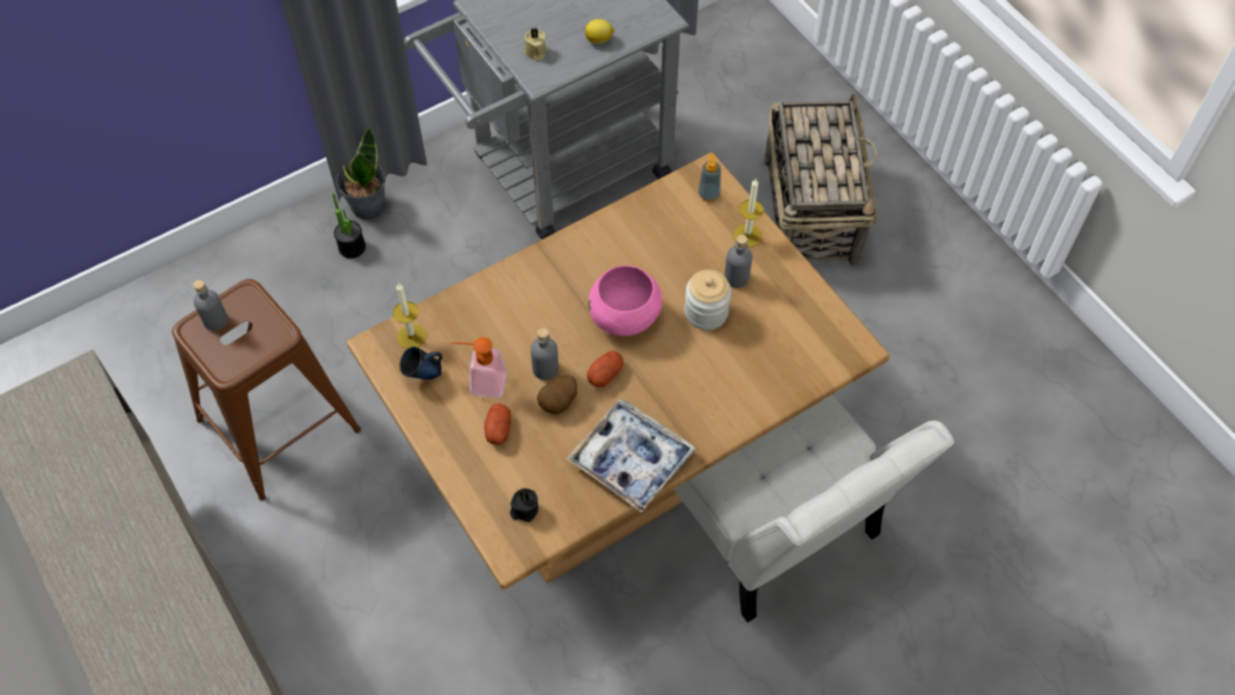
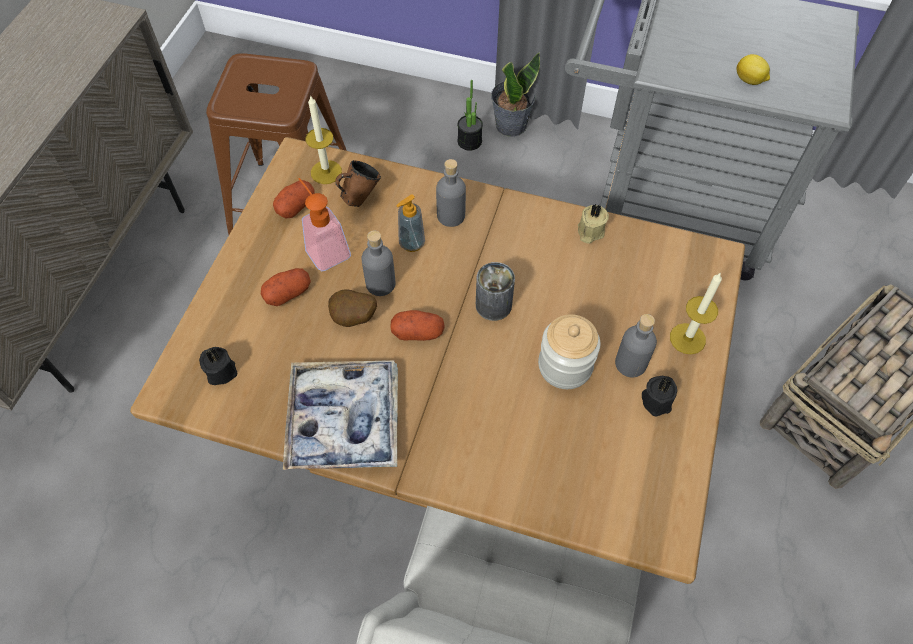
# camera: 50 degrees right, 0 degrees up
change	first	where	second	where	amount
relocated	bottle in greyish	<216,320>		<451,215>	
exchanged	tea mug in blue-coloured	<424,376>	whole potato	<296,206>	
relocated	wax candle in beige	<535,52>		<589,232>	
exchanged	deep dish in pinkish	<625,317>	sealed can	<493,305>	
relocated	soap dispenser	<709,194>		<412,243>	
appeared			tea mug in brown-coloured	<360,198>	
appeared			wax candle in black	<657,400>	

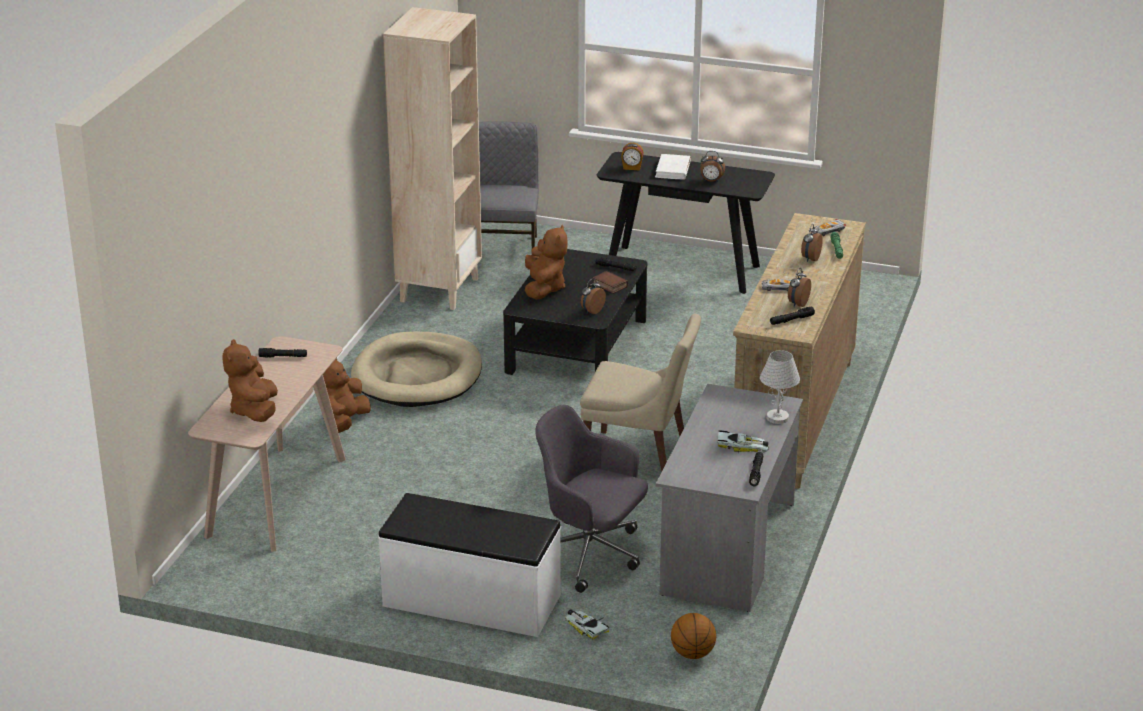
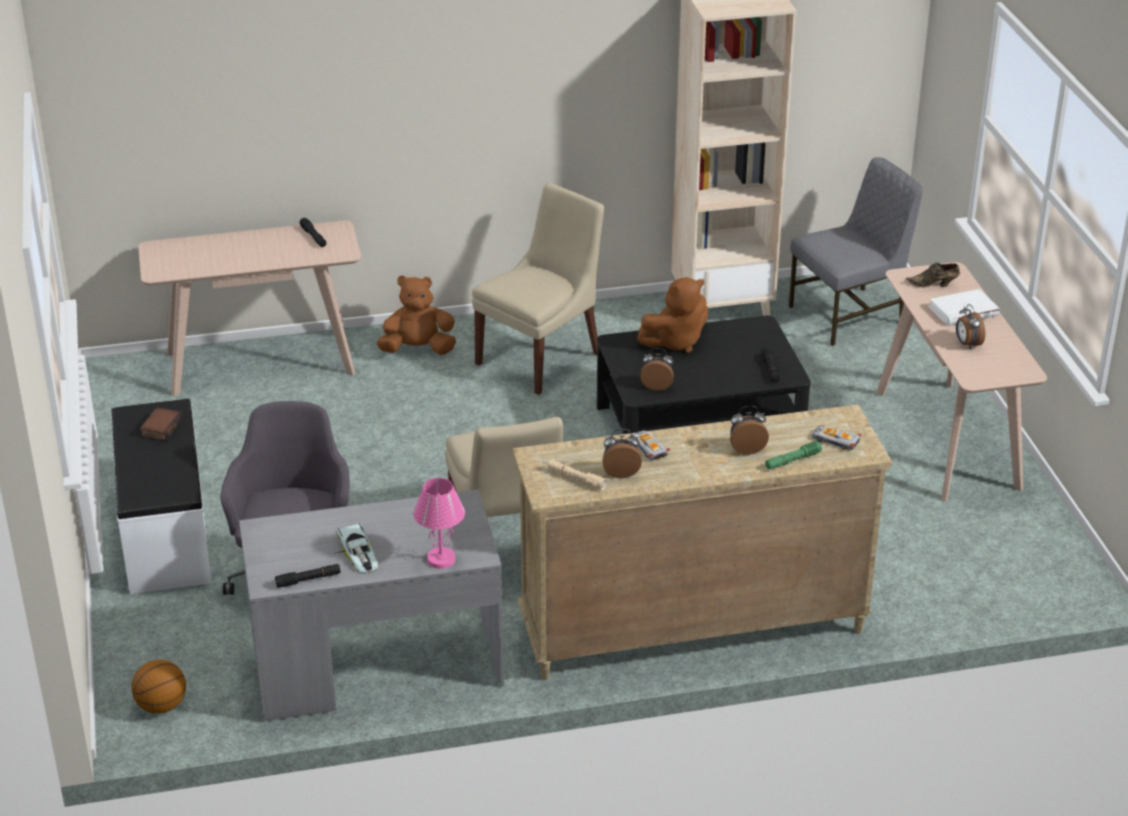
# camera: 60 degrees right, 5 degrees up
change	first	where	second	where	amount
missing	plush toy in brown-coloured	<254,411>			
exchanged	dog bed in beige	<417,375>	plain chair in beige	<541,357>	
missing	toy car	<586,626>			
relocated	volume	<609,285>		<161,427>	
colour	narrow table in black	<683,269>	narrow table in beige	<948,439>	
exchanged	bedside clock	<632,167>	shoe in brown-coloured	<933,285>	
colour	lamp for a table in white-coloured	<778,418>	lamp for a table in pinkish	<441,560>	
colour	torch in black	<791,320>	torch in beige	<576,479>	

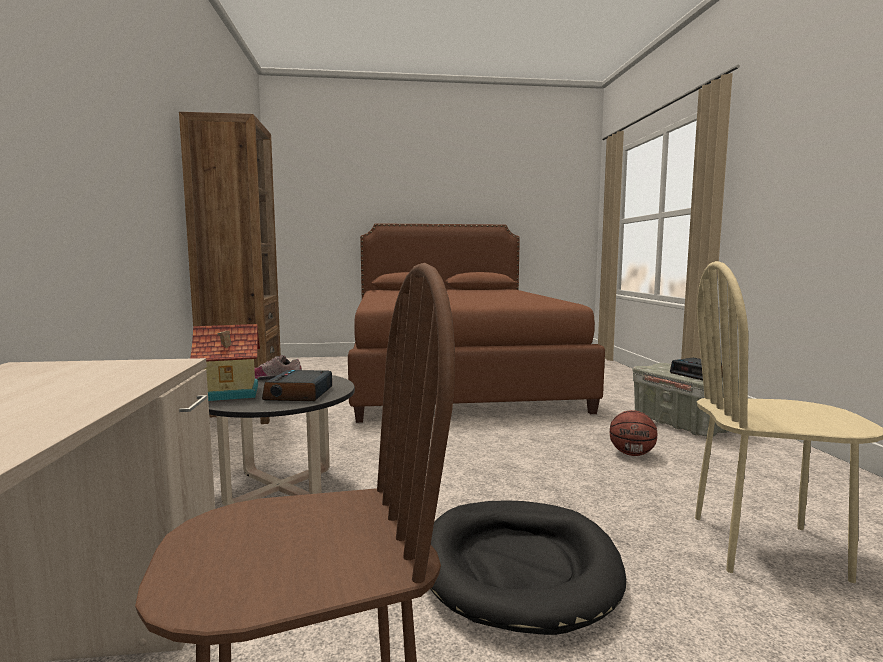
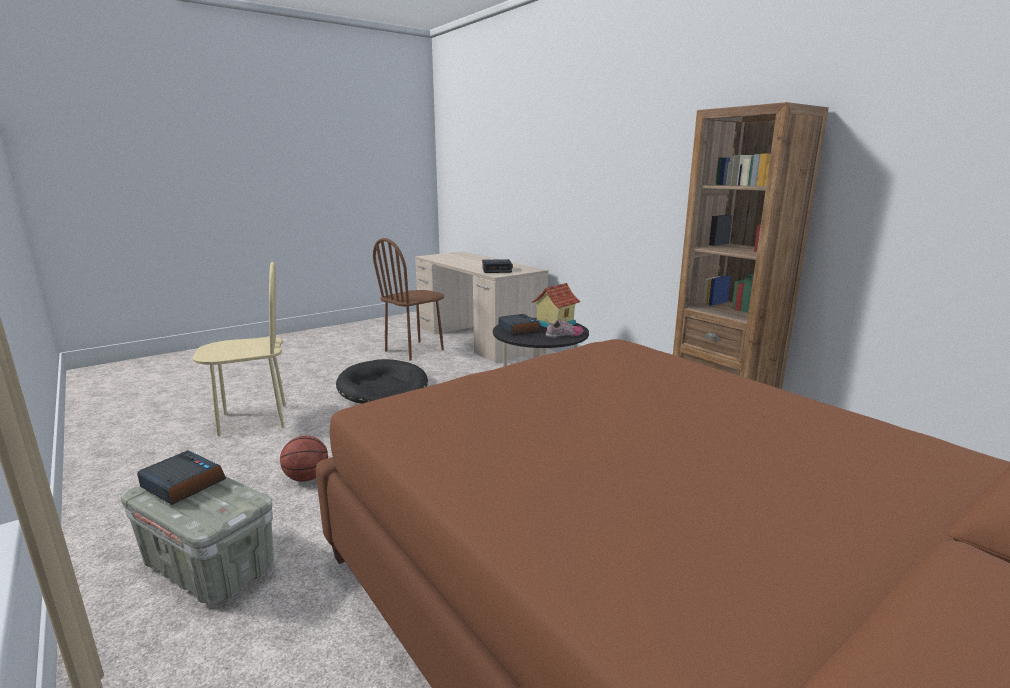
# camera: 150 degrees right, 10 degrees up
change	first	where	second	where	amount
appeared			bedside clock	<497,270>	

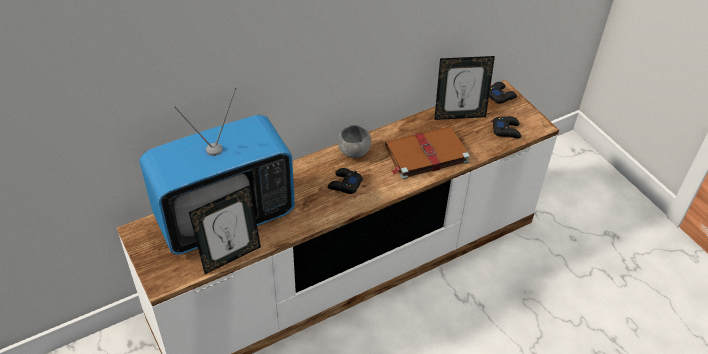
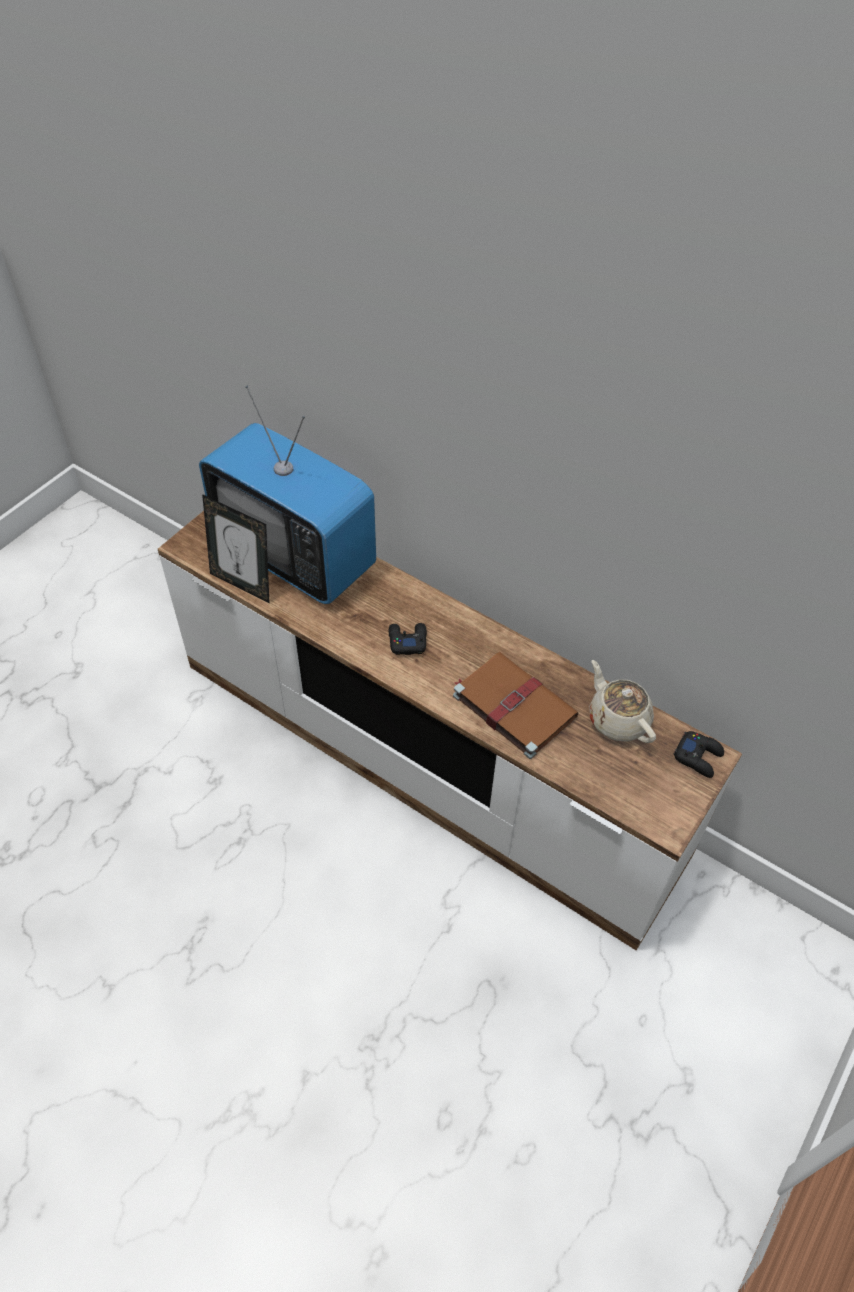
# camera: 65 degrees right, 5 degrees up
change	first	where	second	where	amount
missing	deep dish in greyish	<354,151>			
exchanged	picture frame	<459,115>	tea pot in beige	<617,719>	
missing	game controller in black	<506,130>			

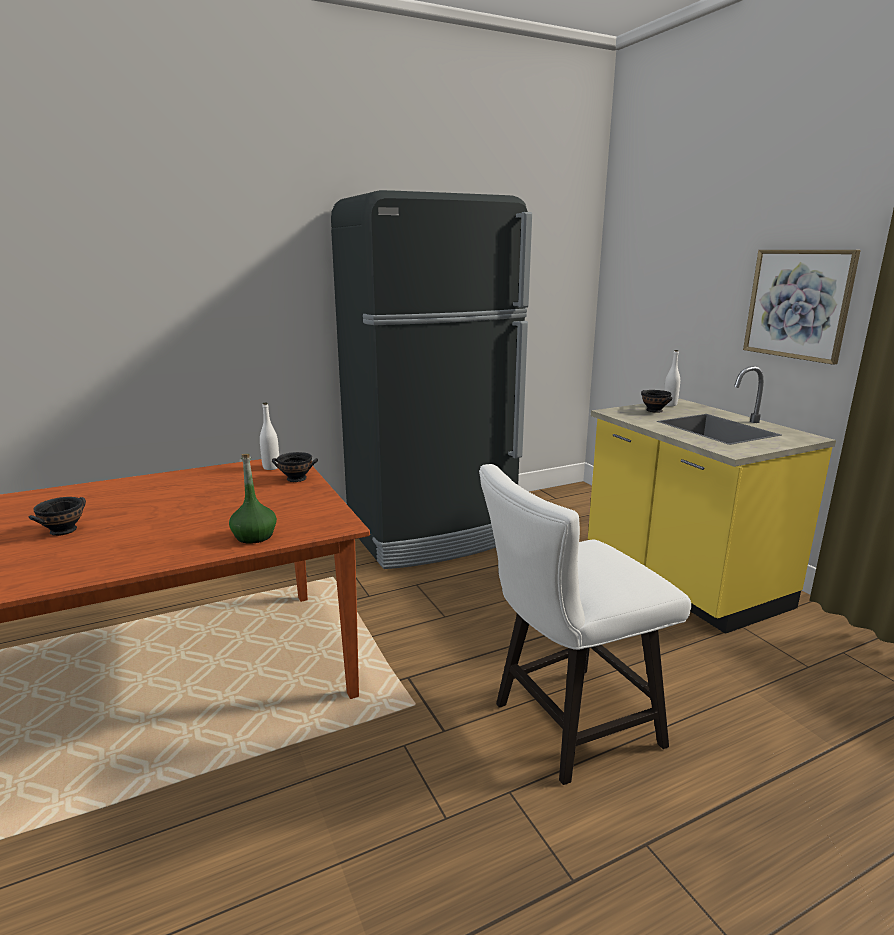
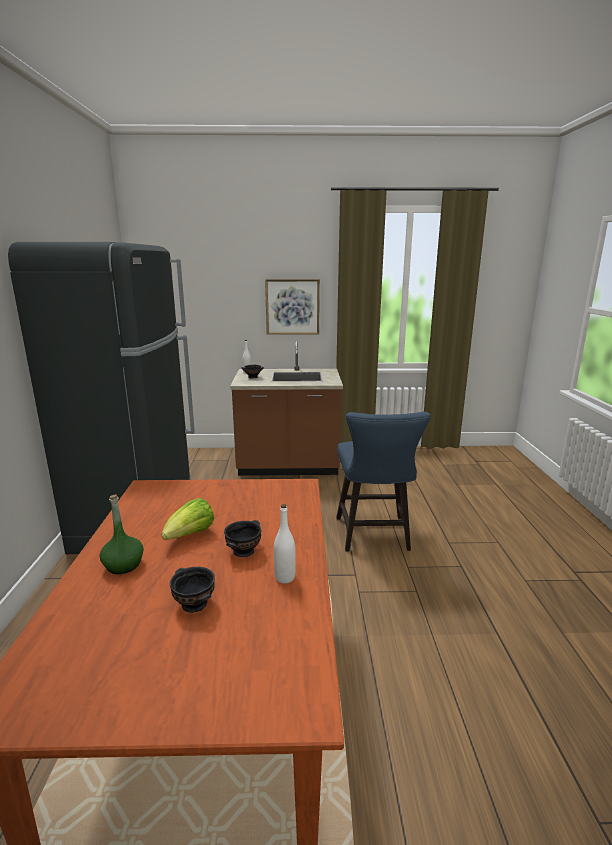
# camera: 65 degrees left, 0 degrees up
change	first	where	second	where	amount
relocated	bottle in green-coloured	<254,536>		<123,565>	
relocated	bottle in white-coloured	<271,467>		<285,577>	
relocated	deep dish in black	<297,479>		<244,551>	
colour	plain chair in white-coloured	<566,726>	plain chair in blue-coloured	<374,537>	
colour	kitchen counter in yellow	<681,580>	kitchen counter in brown-coloured	<288,466>	
appeared			lettuce	<190,535>	

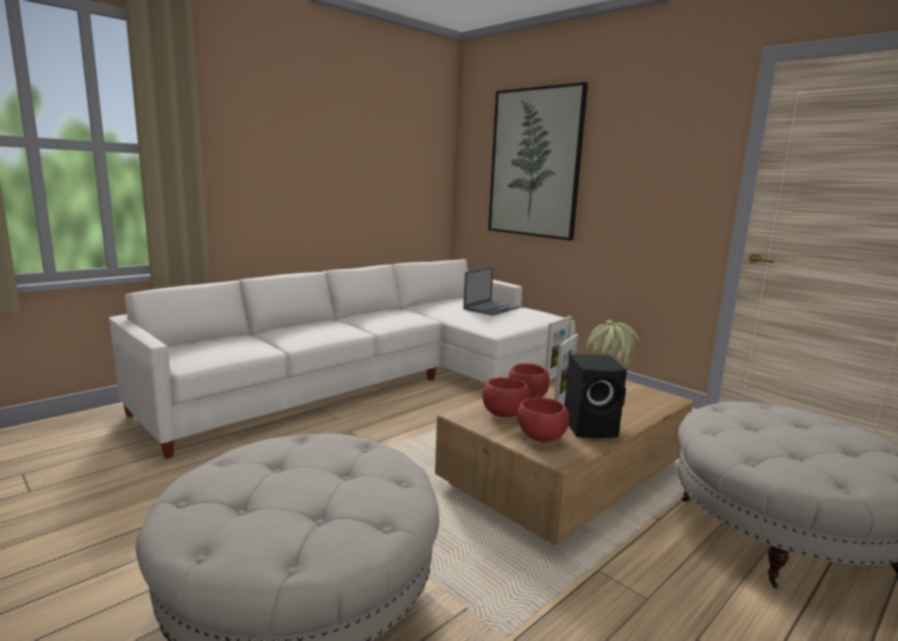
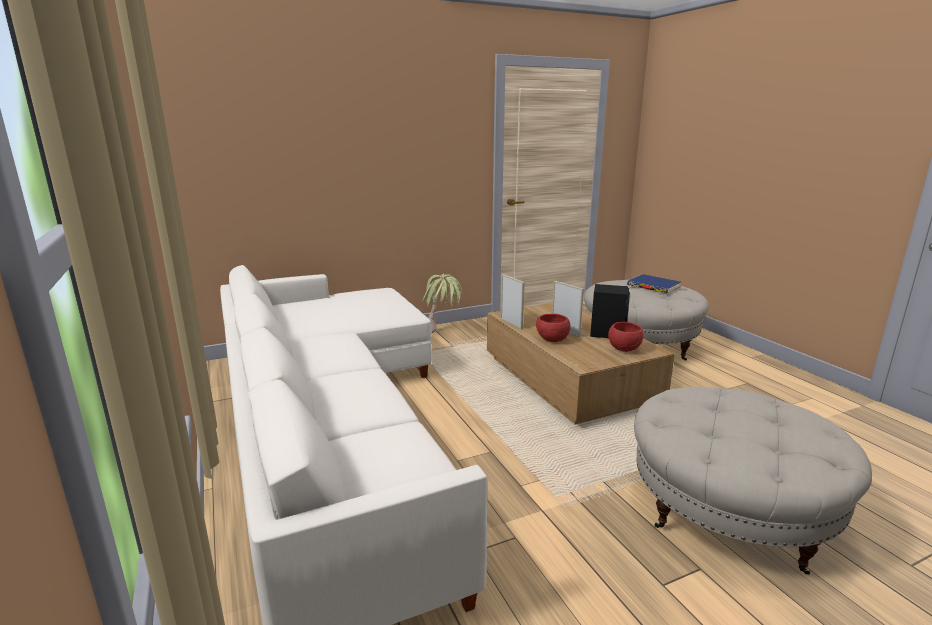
# camera: 70 degrees left, 5 degrees up
change	first	where	second	where	amount
missing	laptop	<491,308>			
missing	deep dish in reddish	<503,414>			
missing	wall picture	<534,163>			
appeared			volume in blue-coloured	<653,286>	

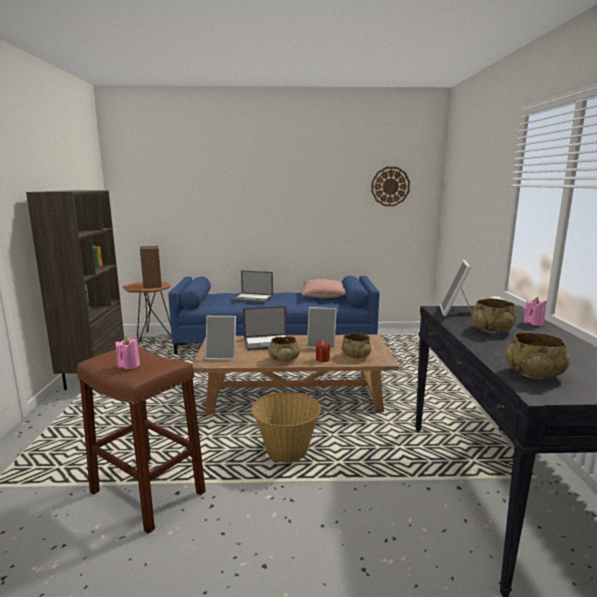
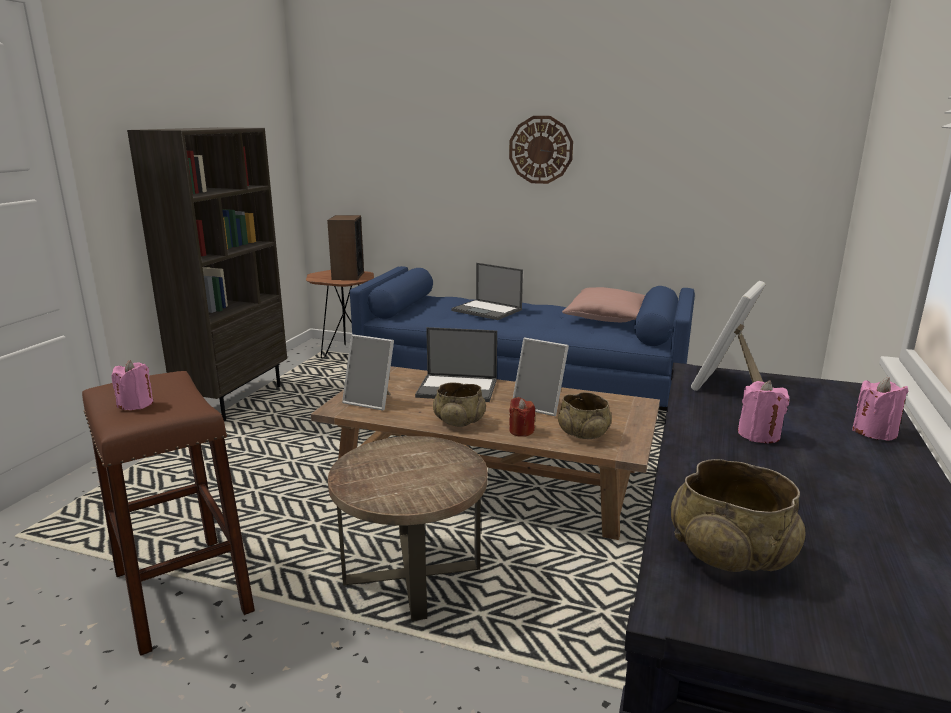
# camera: 20 degrees right, 5 degrees up
change	first	where	second	where	amount
exchanged	household basket	<286,451>	side table in brown-coloured	<412,574>	
relocated	clock on the wall	<390,186>		<540,150>	
exchanged	deep dish in beige	<492,330>	wax candle in pinkish	<759,435>	

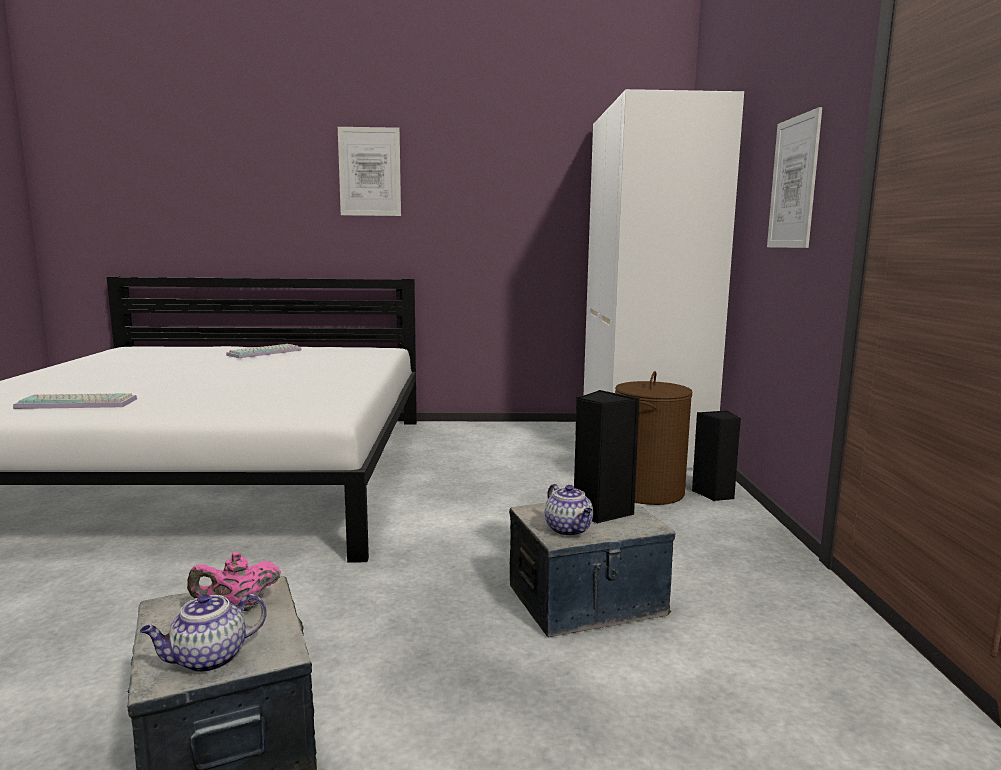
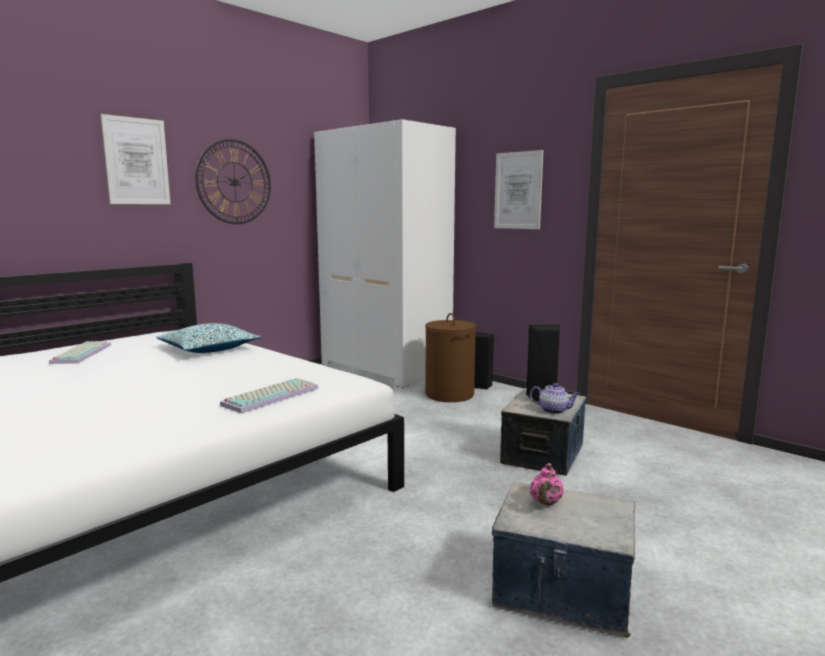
# camera: 45 degrees left, 0 degrees up
change	first	where	second	where	amount
relocated	PC keyboard	<79,403>		<271,396>	
missing	tea pot	<207,659>			
appeared			throw pillow	<208,349>	
appeared			clock on the wall	<234,182>	

